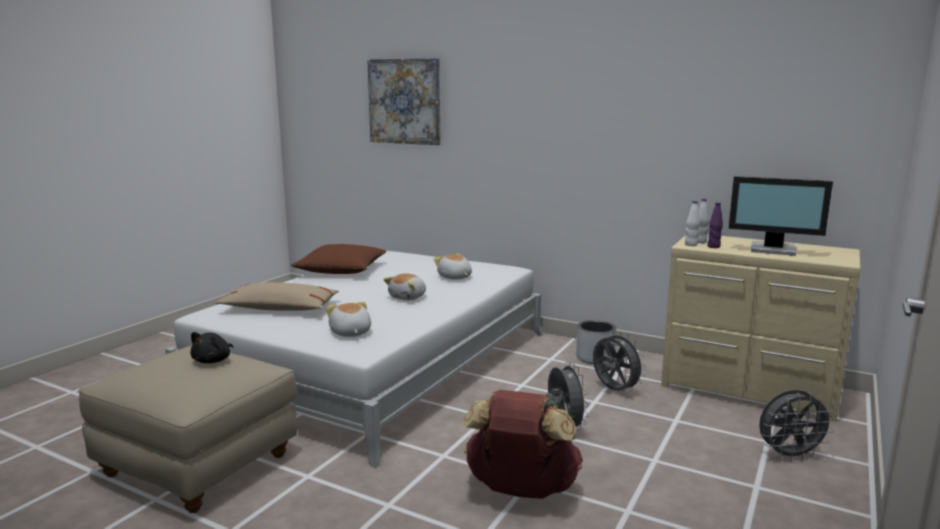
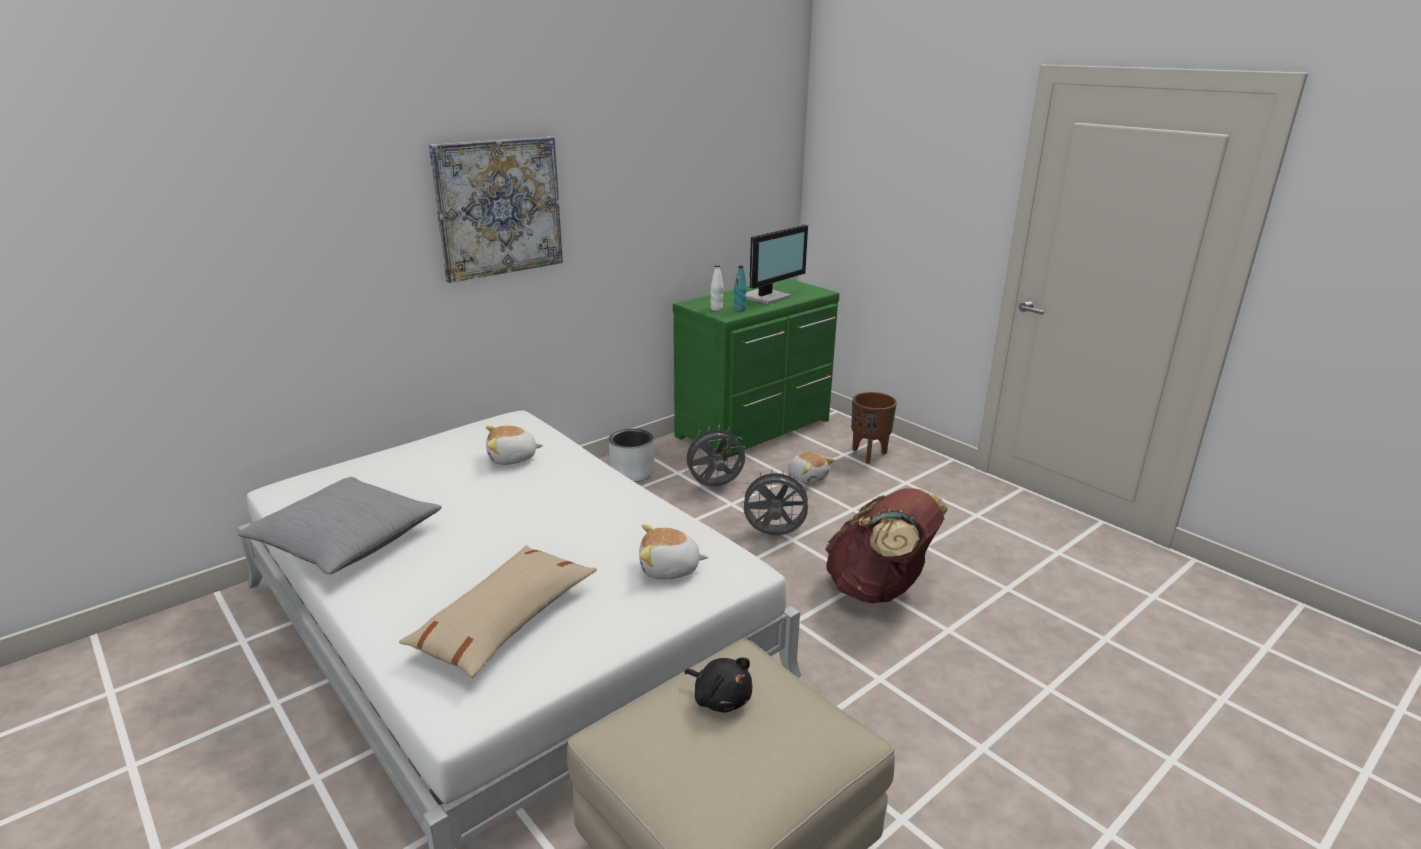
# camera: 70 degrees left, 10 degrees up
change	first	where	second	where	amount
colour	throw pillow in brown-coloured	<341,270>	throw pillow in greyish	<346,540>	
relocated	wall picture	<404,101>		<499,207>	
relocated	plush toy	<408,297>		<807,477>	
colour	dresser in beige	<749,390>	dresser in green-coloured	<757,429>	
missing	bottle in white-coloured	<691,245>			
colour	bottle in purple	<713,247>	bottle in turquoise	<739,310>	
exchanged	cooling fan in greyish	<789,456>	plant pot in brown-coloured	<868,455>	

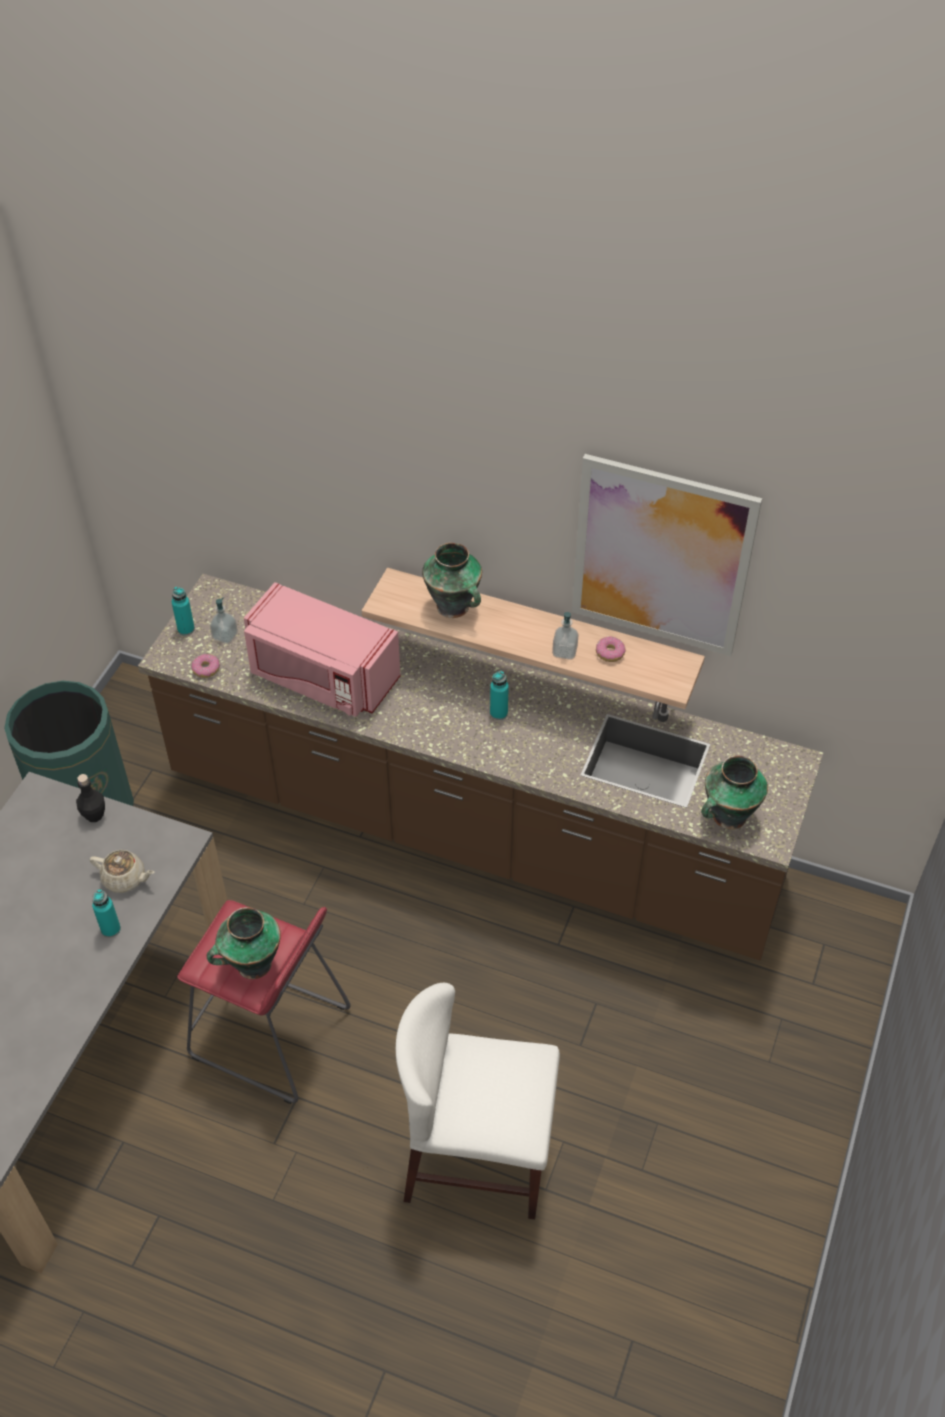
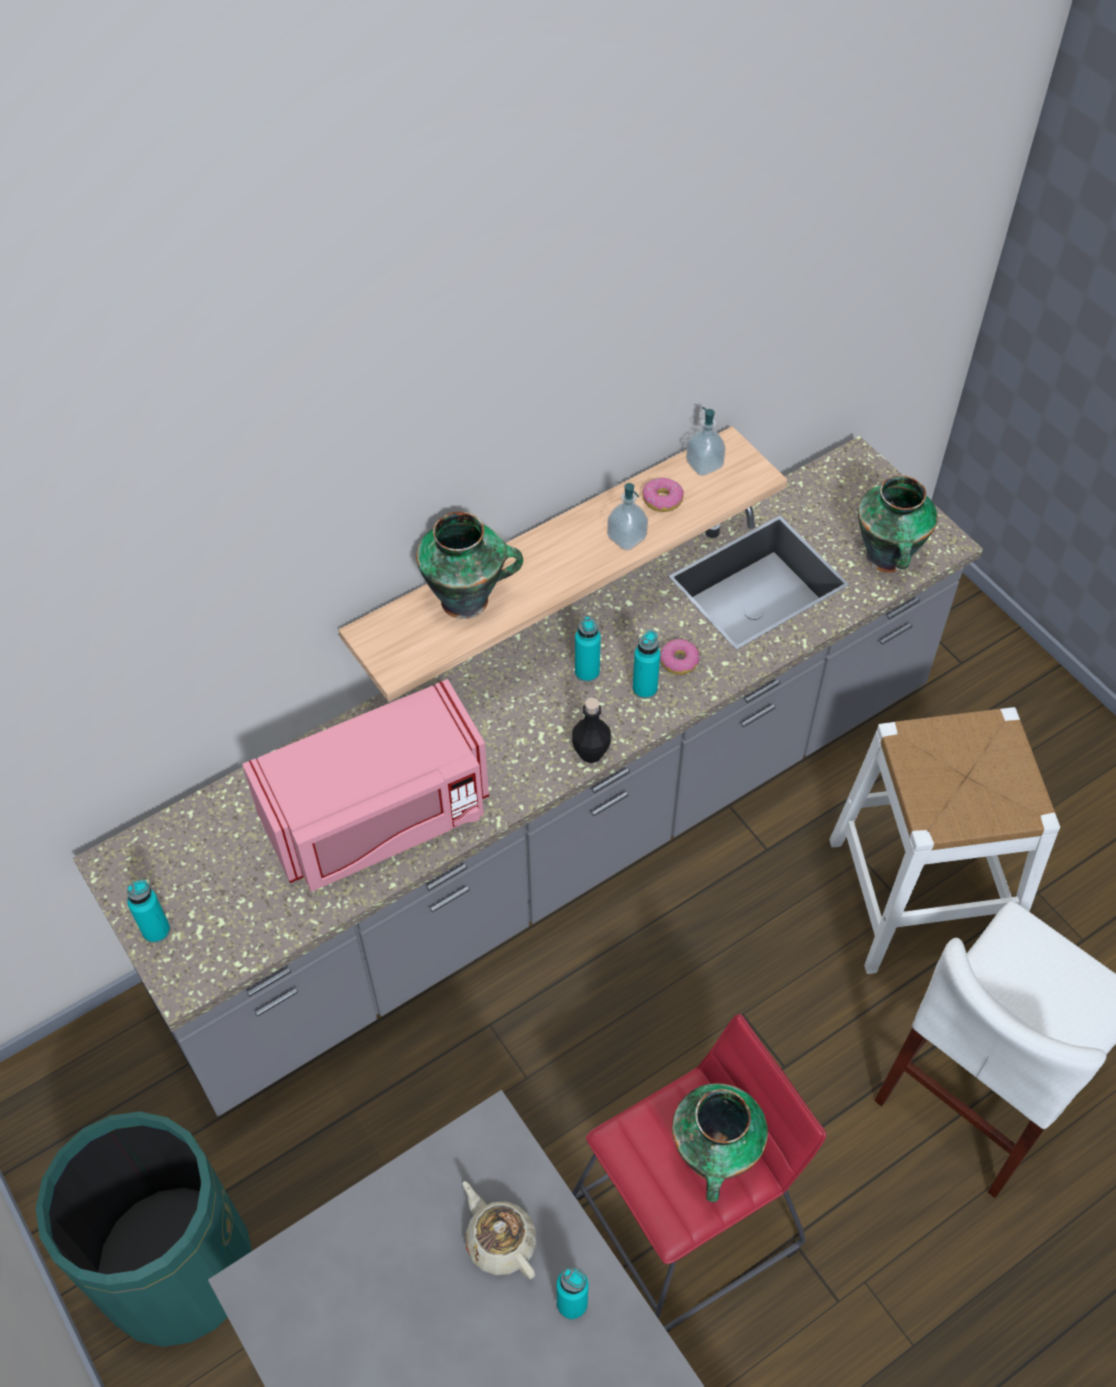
# camera: 55 degrees left, 5 degrees up
change	first	where	second	where	amount
relocated	bottle in black	<94,815>		<591,753>	
spun	tea pot in beige	<125,879>		<500,1241>	90 degrees counterclockwise
colour	kitchen counter in brown-coloured	<472,831>	kitchen counter in greyish	<559,841>	
relocated	ring doughnut	<206,669>		<679,661>	
relocated	soap dispenser	<225,636>		<704,464>	
missing	wall picture	<661,556>			
appeared			bottle in turquoise	<644,688>	
appeared			stool seat in white-coloured	<919,895>	

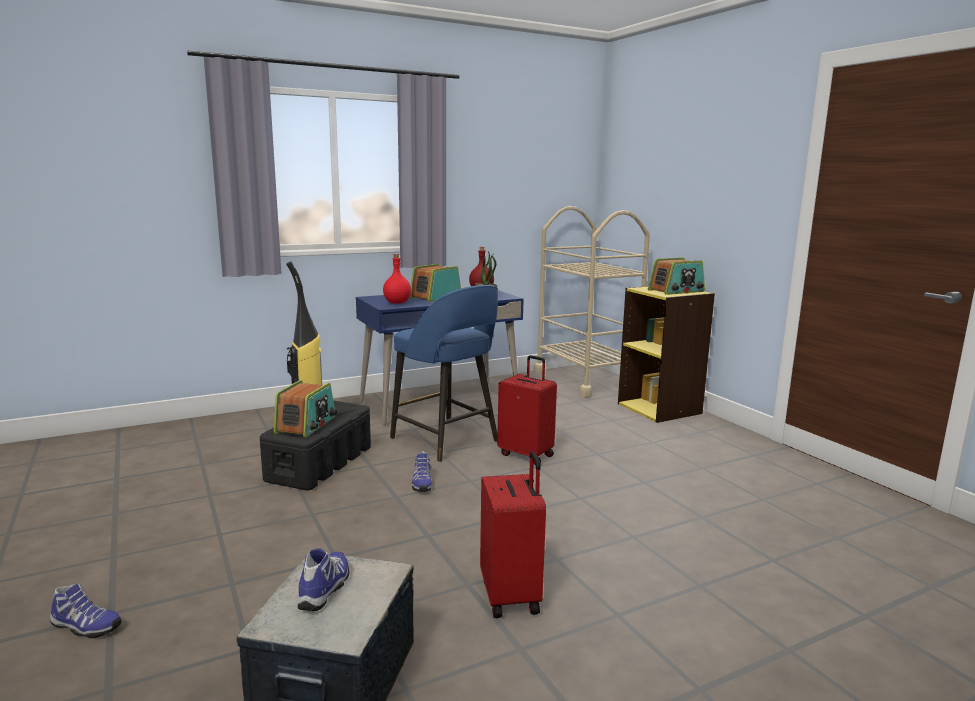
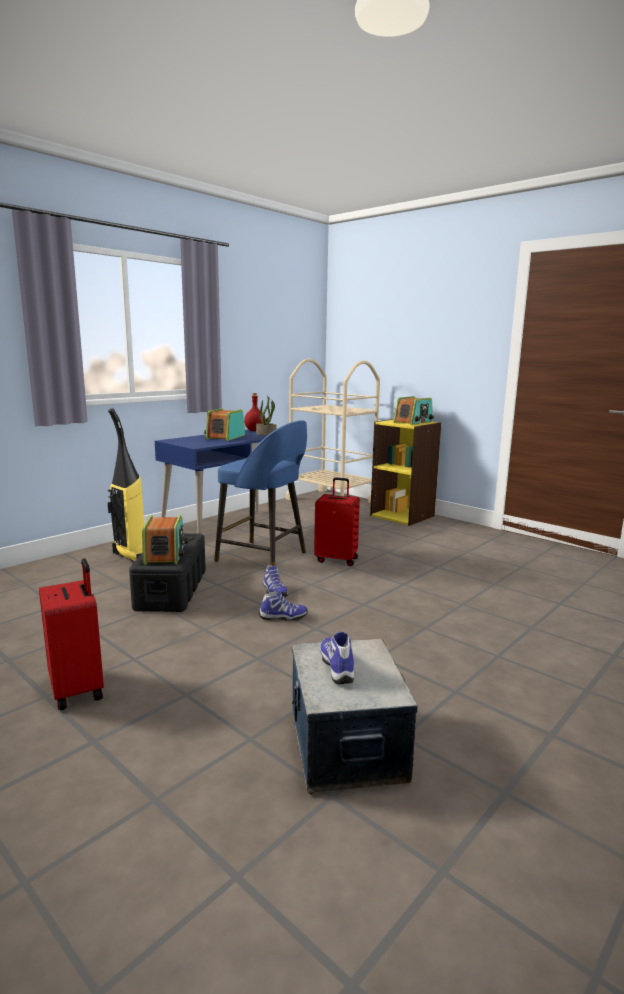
# camera: 20 degrees left, 0 degrees up
change	first	where	second	where	amount
relocated	shoe	<84,627>		<283,617>	
missing	bottle in reddish	<396,303>			
relocated	travel case in reddish	<512,595>		<78,689>	

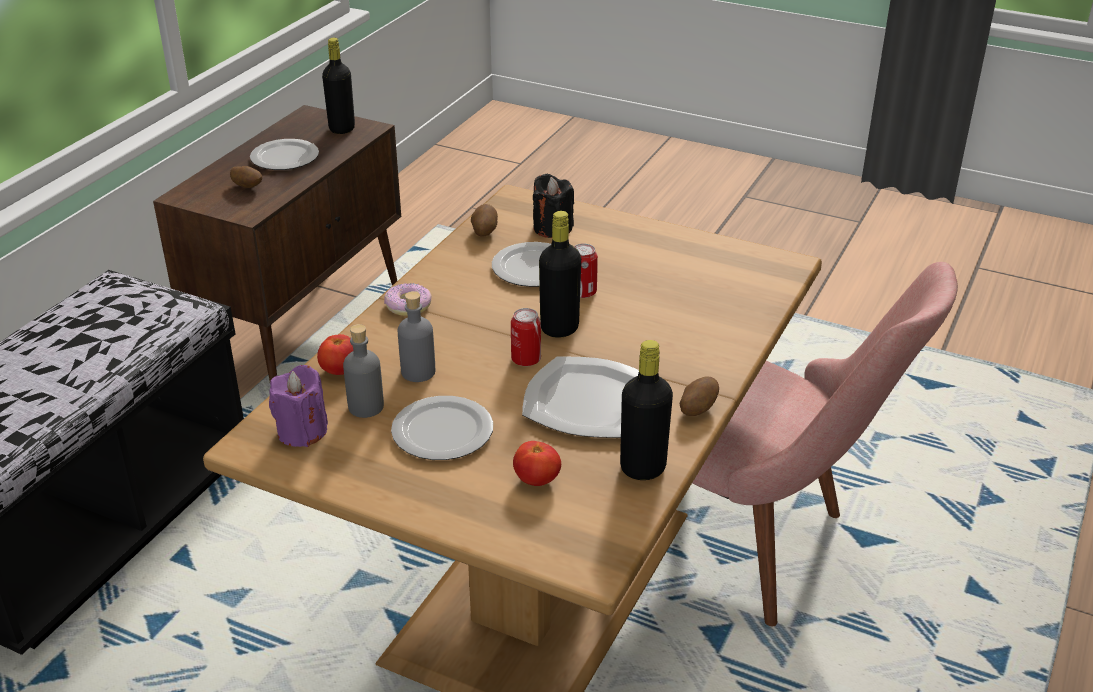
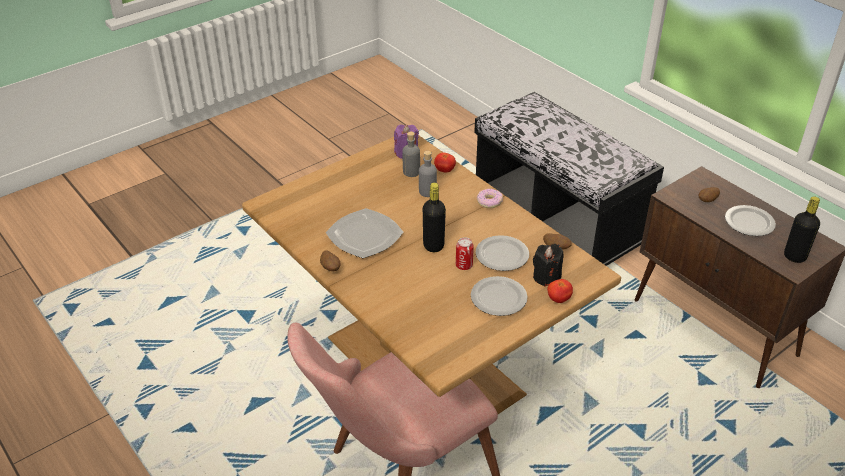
# camera: 115 degrees right, 5 degrees up
change	first	where	second	where	amount
relocated	flat dish	<442,433>		<497,297>	
missing	sealed can	<526,360>			
relocated	whole tomato	<537,480>		<558,299>	
missing	bottle in black	<642,468>			

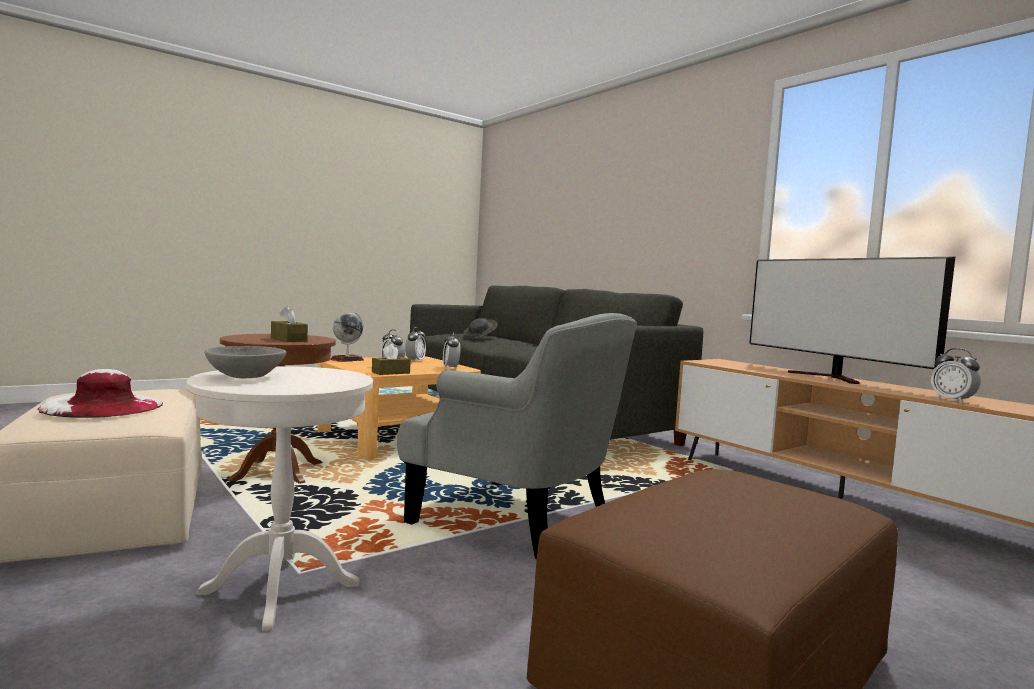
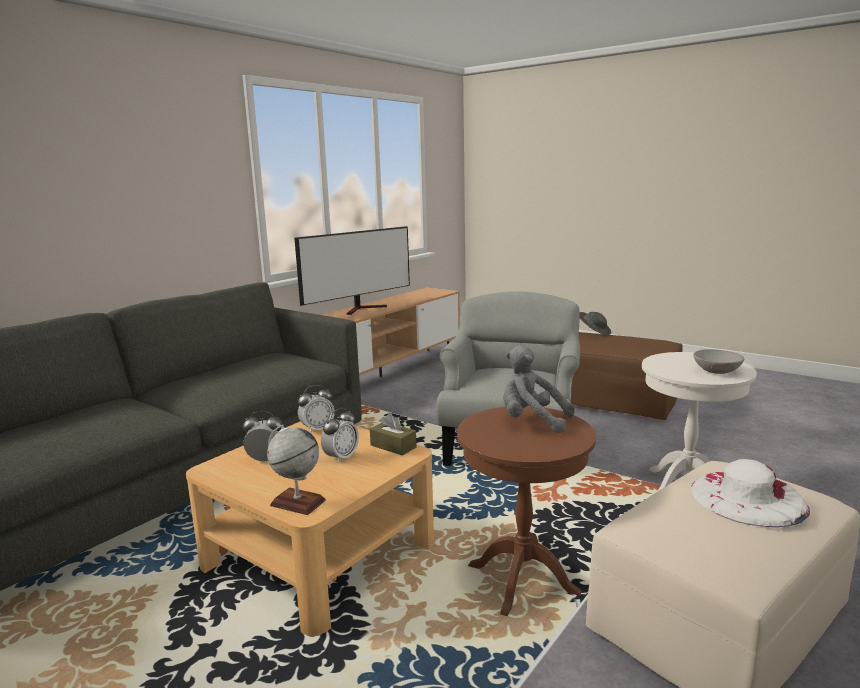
# camera: 105 degrees left, 10 degrees up
change	first	where	second	where	amount
exchanged	tissue holder in brown-coloured	<288,339>	plush toy in greyish	<532,421>	
relocated	hat in greyish	<480,338>		<594,332>	
missing	bedside clock	<952,400>			

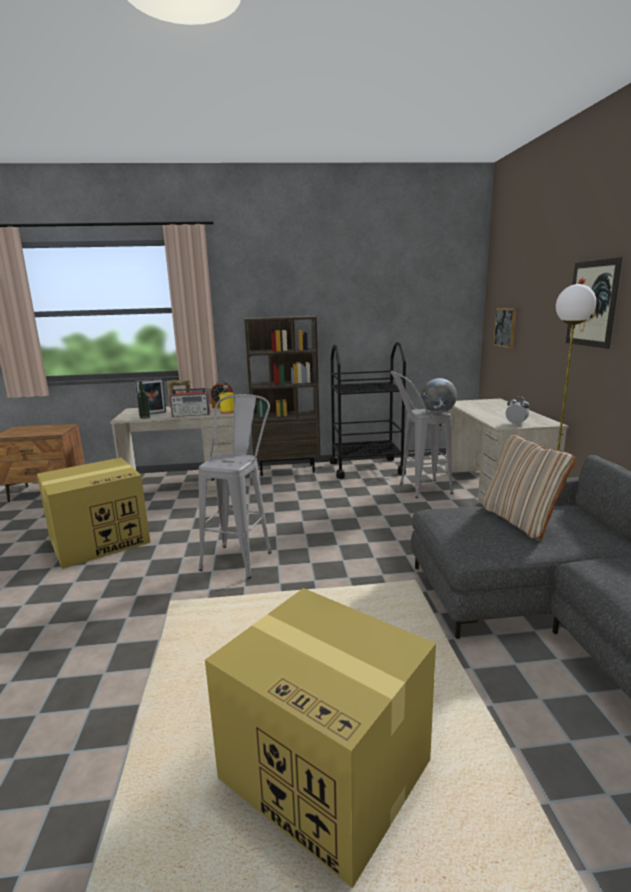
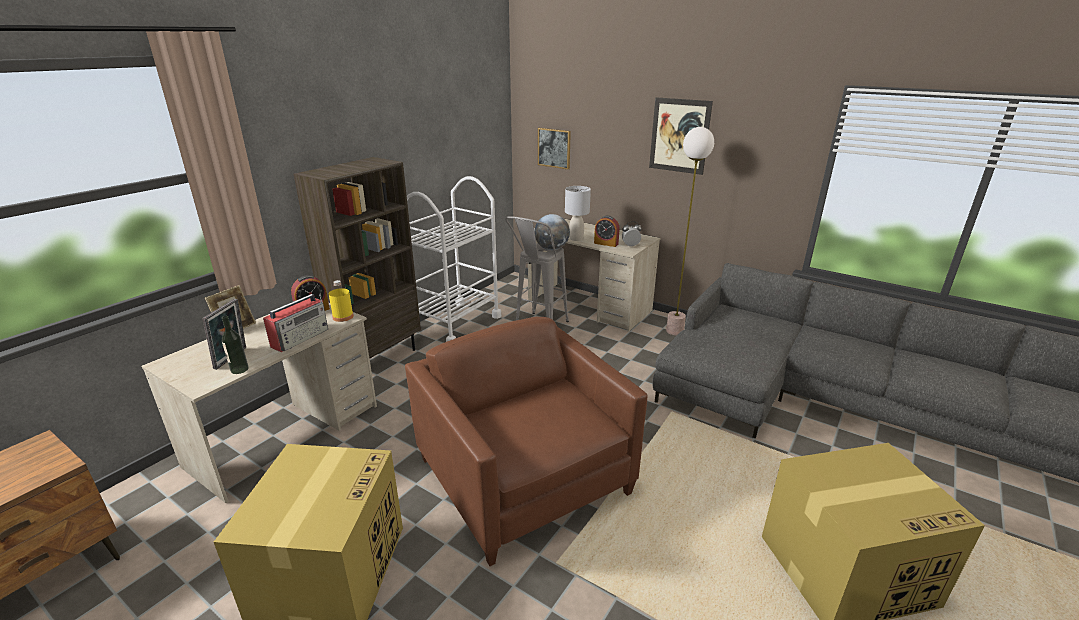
# camera: 50 degrees left, 10 degrees up
change	first	where	second	where	amount
exchanged	stool seat in greyish	<241,556>	lounge chair in brown-coloured	<524,476>	
colour	cart in black	<366,468>	cart in white-coloured	<455,323>	
missing	throw pillow in beige	<520,521>			
appeared			lamp for a table in greyish	<576,239>	
appeared			bedside clock	<606,243>	

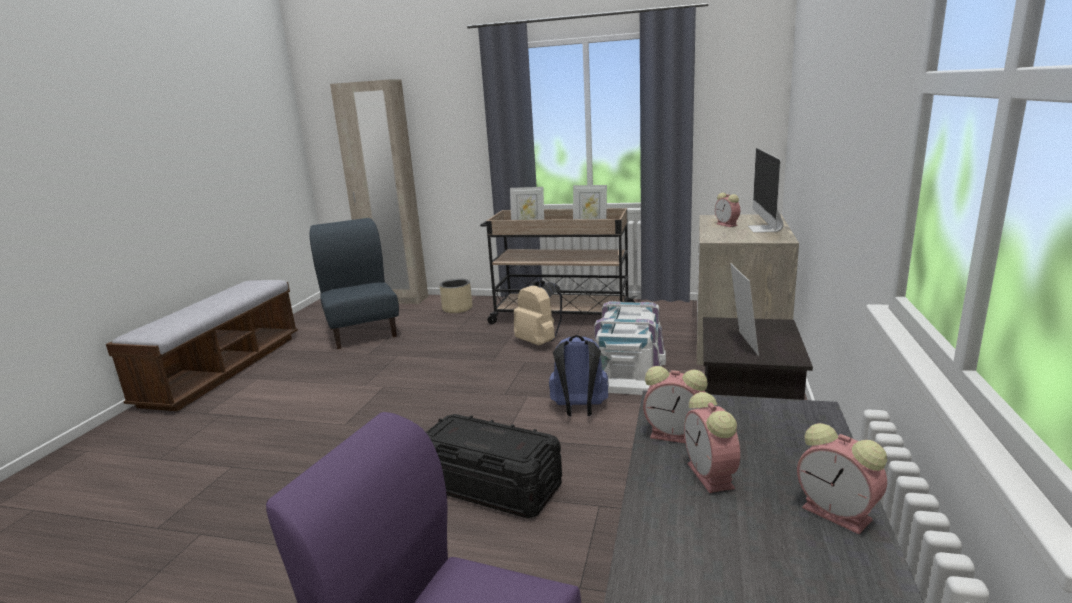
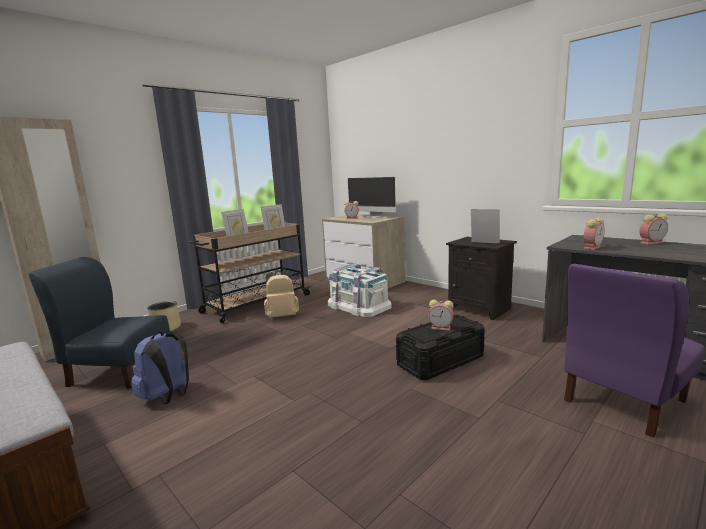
# camera: 60 degrees left, 5 degrees down
change	first	where	second	where	amount
relocated	backpack in blue-coloured	<579,410>		<167,397>	
relocated	bedside clock	<712,477>		<441,328>	

